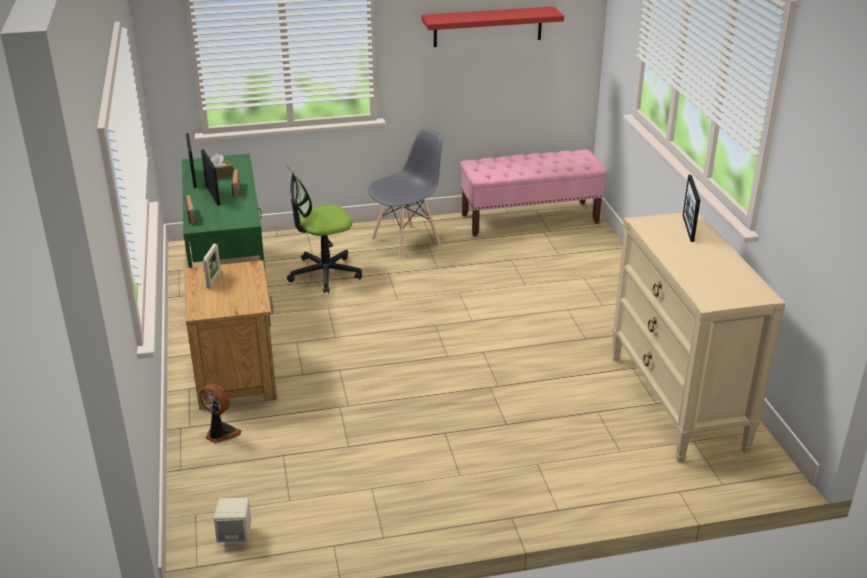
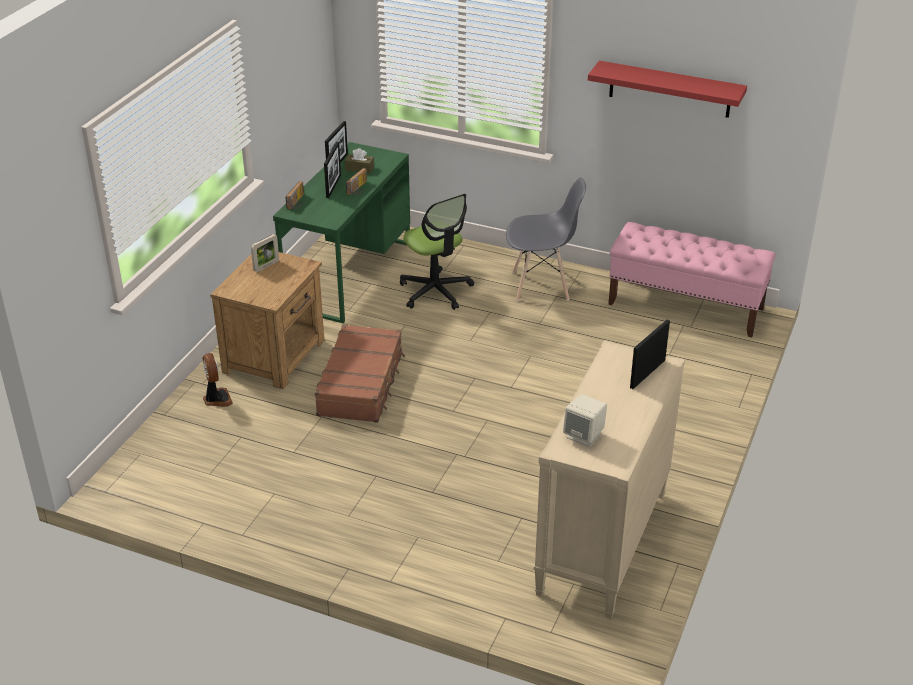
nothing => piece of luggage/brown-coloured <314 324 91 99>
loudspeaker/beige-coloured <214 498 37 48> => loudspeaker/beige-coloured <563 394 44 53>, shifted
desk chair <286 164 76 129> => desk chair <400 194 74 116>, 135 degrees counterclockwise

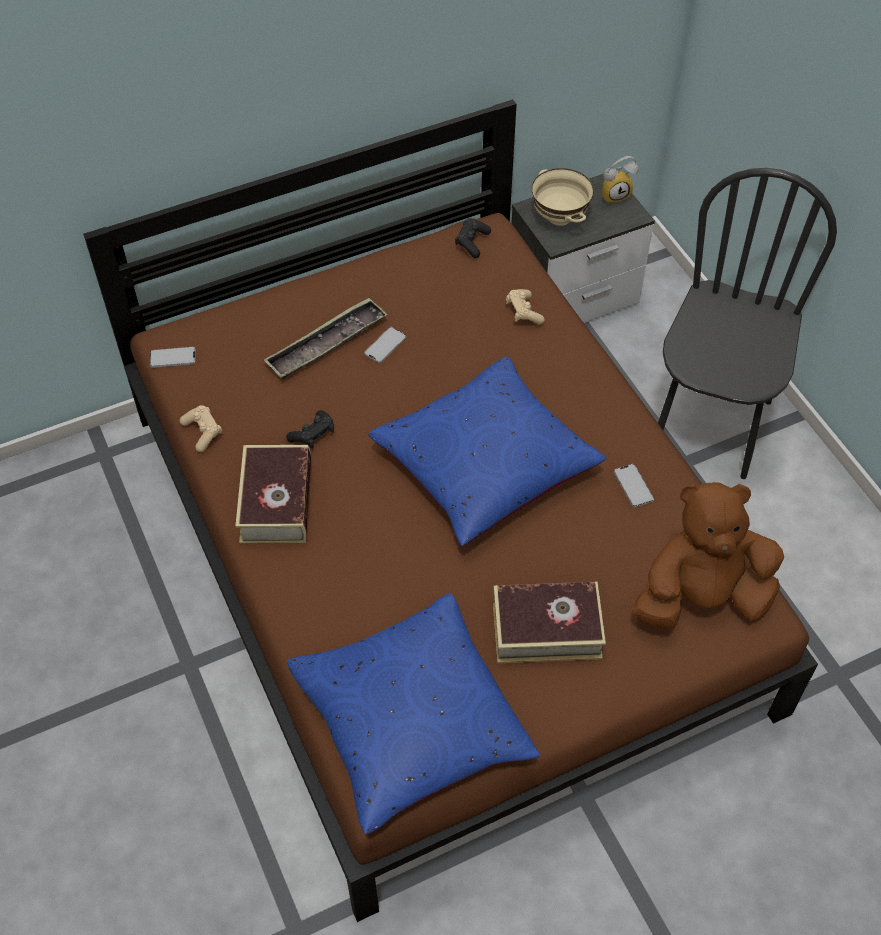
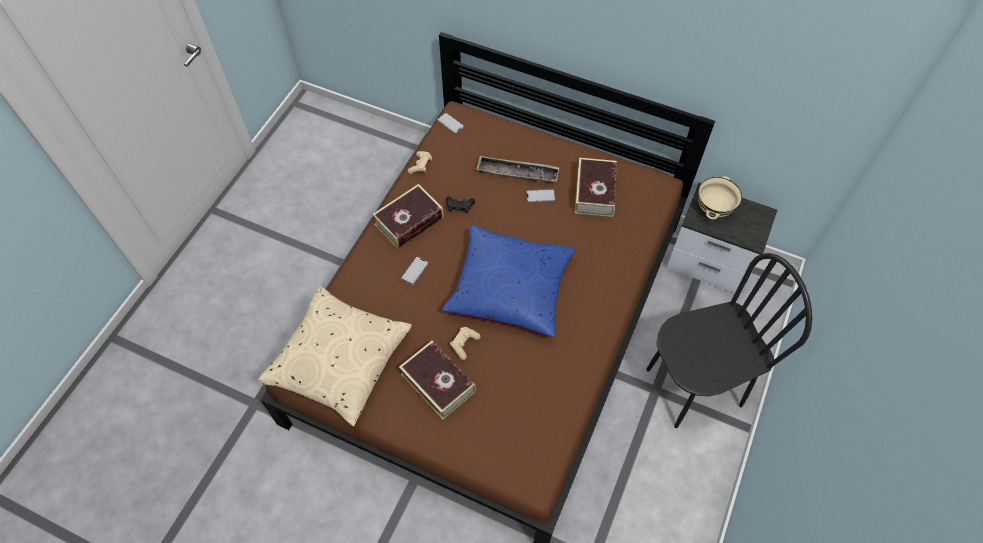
gamepad/black-coloured <455 218 36 40> => nothing
table clock <602 156 37 47> => nothing
plush toy/brown-coloured <633 482 151 147> => nothing
nothing => book <574 158 43 59>
gamepad/beige-coloured <506 289 38 36> => gamepad/beige-coloured <450 327 31 33>, shifted
phone <614 464 40 43> => phone <401 257 27 28>, shifted
throw pillow/bluish <287 593 253 241> => throw pillow/beige-coloured <258 286 154 140>

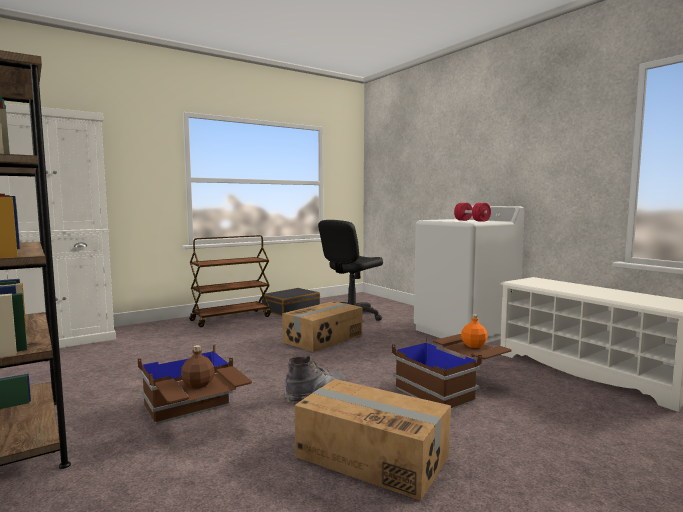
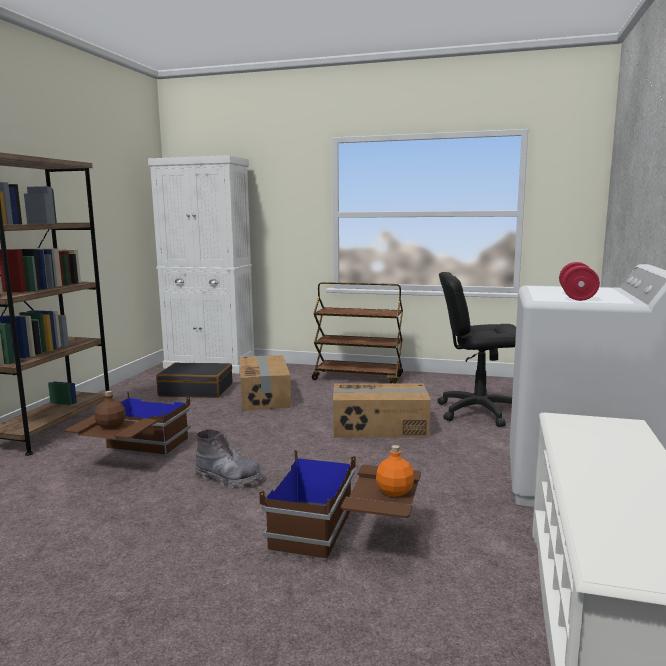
piece of luggage/black-coloured <262 288 58 28> => piece of luggage/black-coloured <156 362 76 36>, shifted
packing box <294 379 157 122> => packing box <240 355 51 56>, shifted

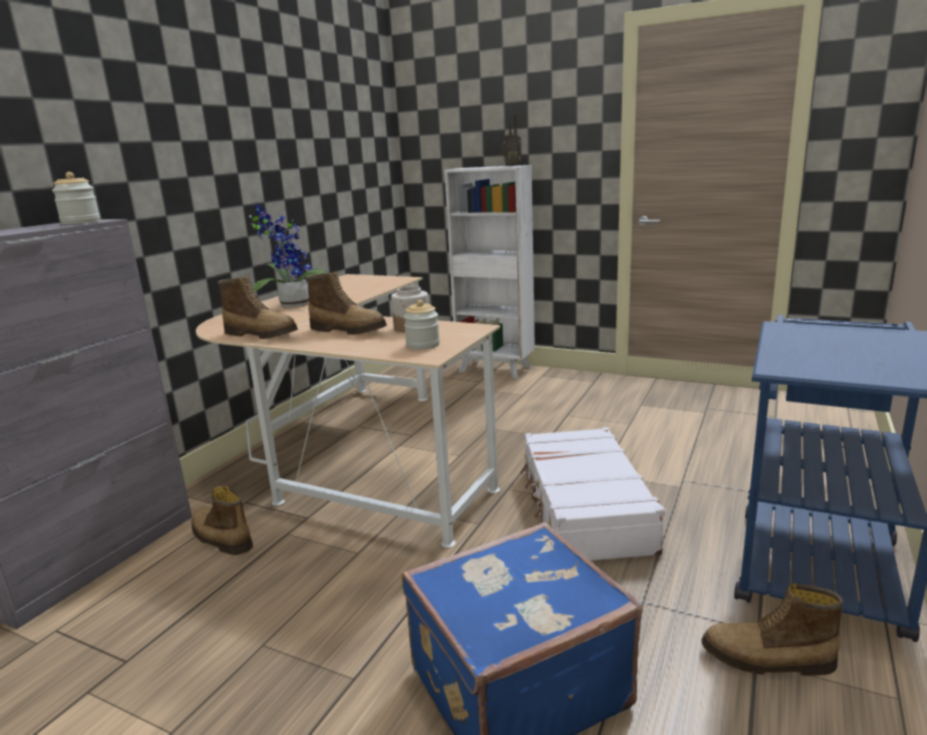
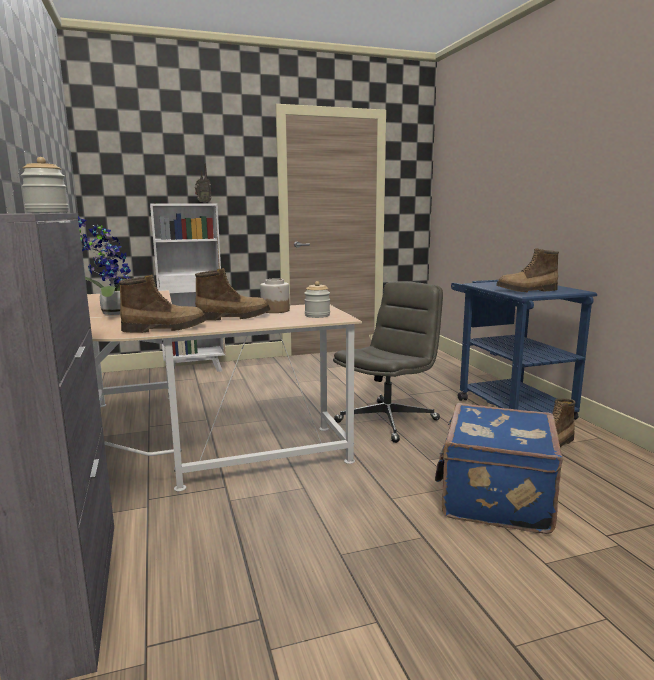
boot <192 486 61 69> => boot <496 248 63 44>, shifted
piece of luggage/whitish <520 427 145 134> => desk chair/gray <333 281 110 162>

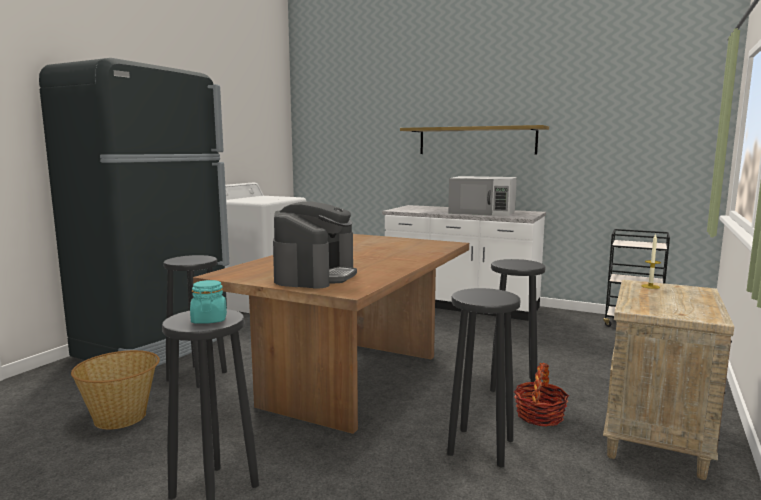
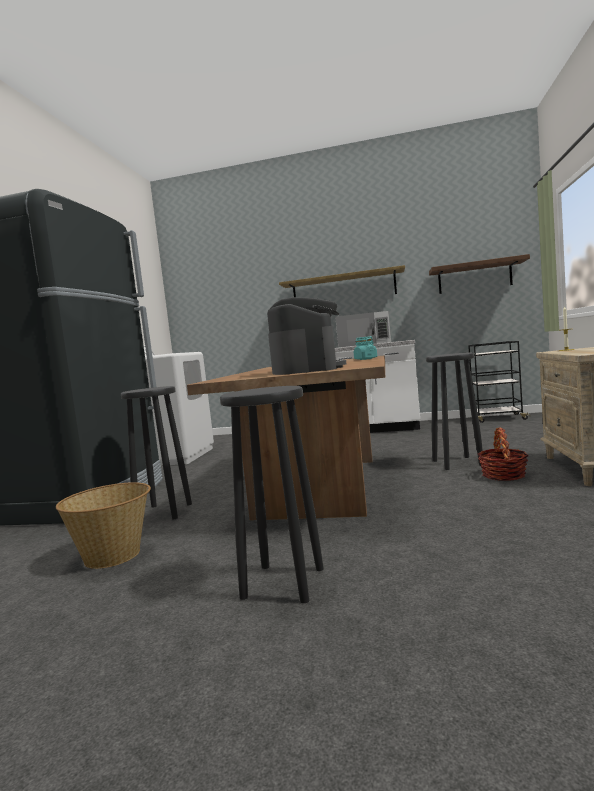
stool/black-coloured <447 288 74 179> => nothing
nothing => bracket shelf <429 254 101 40>
preserve jar/turquoise-coloured <190 280 37 44> => preserve jar/turquoise-coloured <354 336 23 24>, shifted

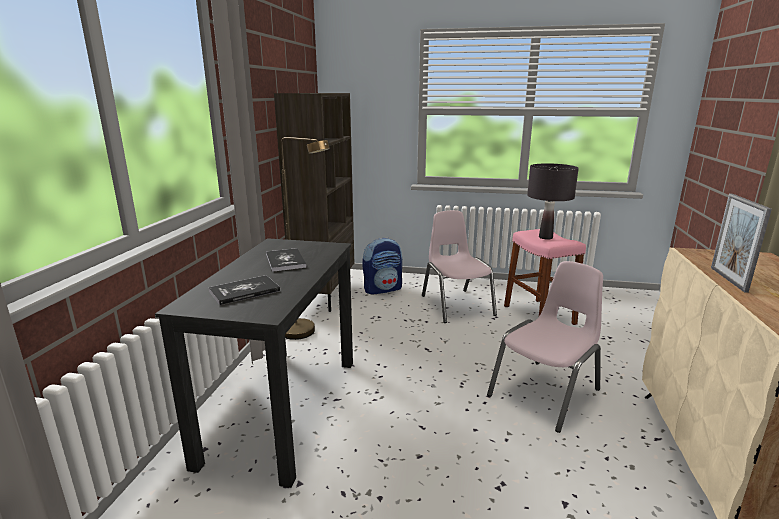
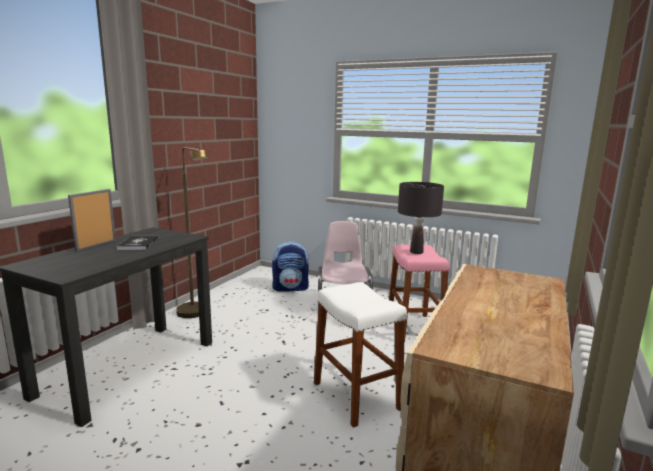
book <209 275 71 30> => nothing
bookshelf/brown-coloured <274 93 80 219> => nothing
standing frame <711 194 61 99> => standing frame <68 189 48 63>, shifted
chair/pinkish <487 261 116 172> => stool/whitish <314 282 93 146>

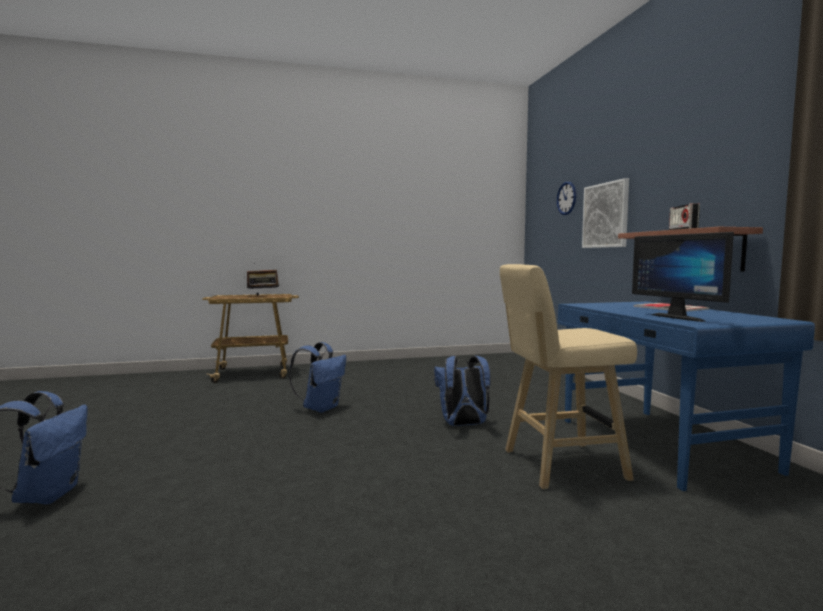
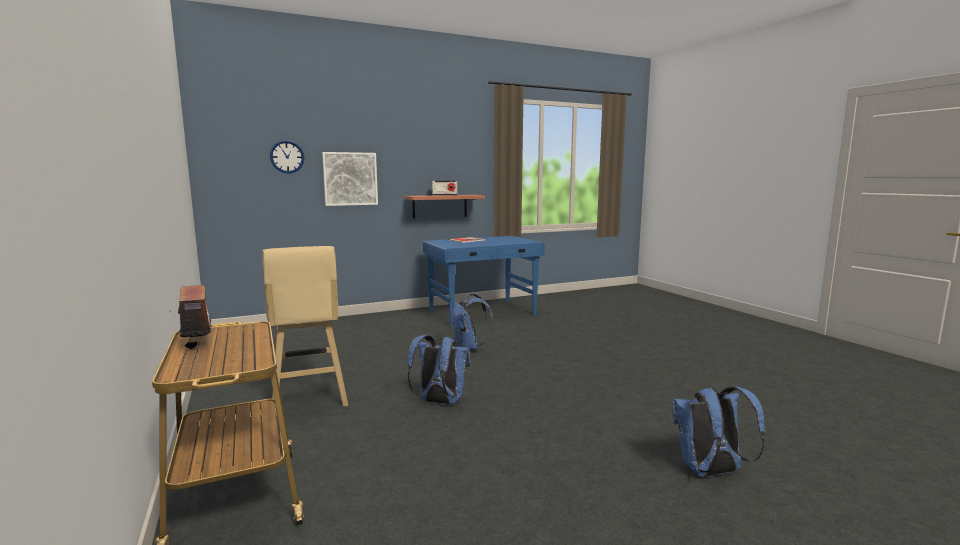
computer screen <632 232 102 90> => nothing
stool/beige-coloured <500 264 137 225> => stool/beige-coloured <262 246 86 171>, shifted

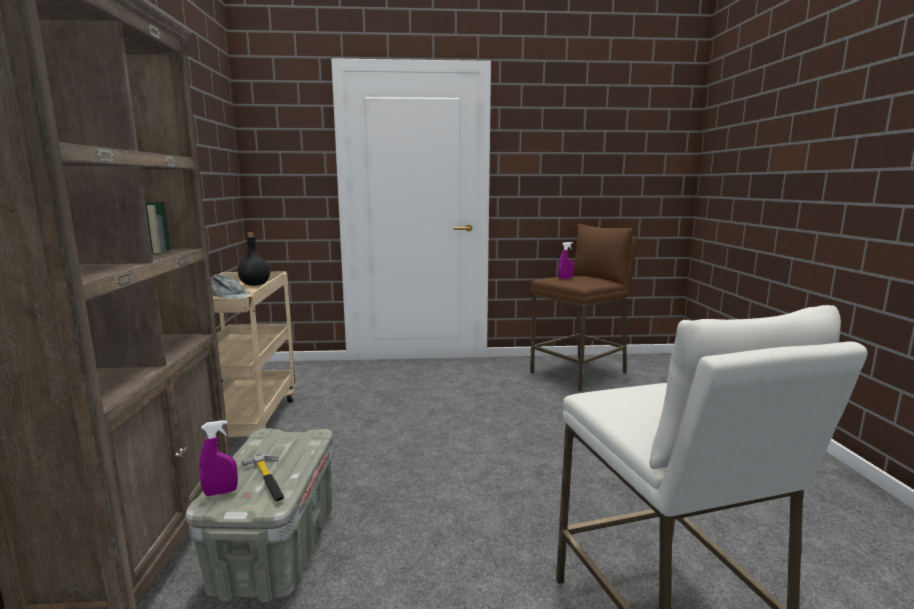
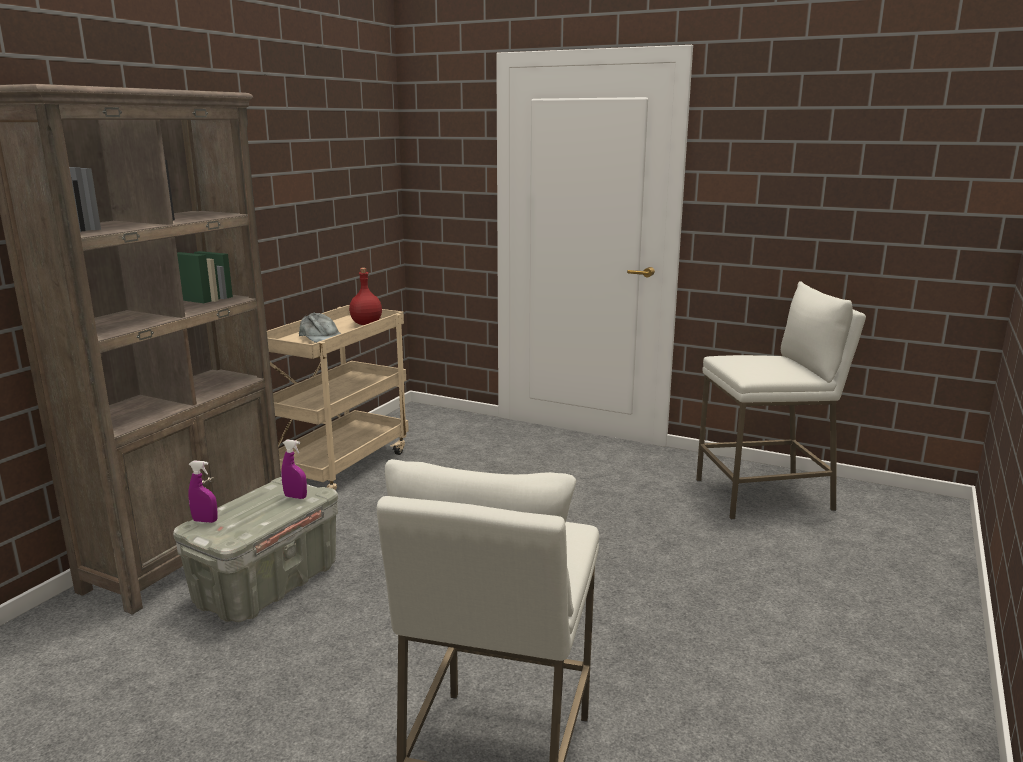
tool hammer <242 453 42 48> => nothing
hand sprayer/purple-coloured <558 242 16 37> => hand sprayer/purple-coloured <281 440 26 59>, shifted
drink bottle/black-coloured <238 232 32 54> => drink bottle/red-coloured <349 268 33 57>
stool/brown-coloured <530 224 108 167> => stool/whitish <696 281 170 238>

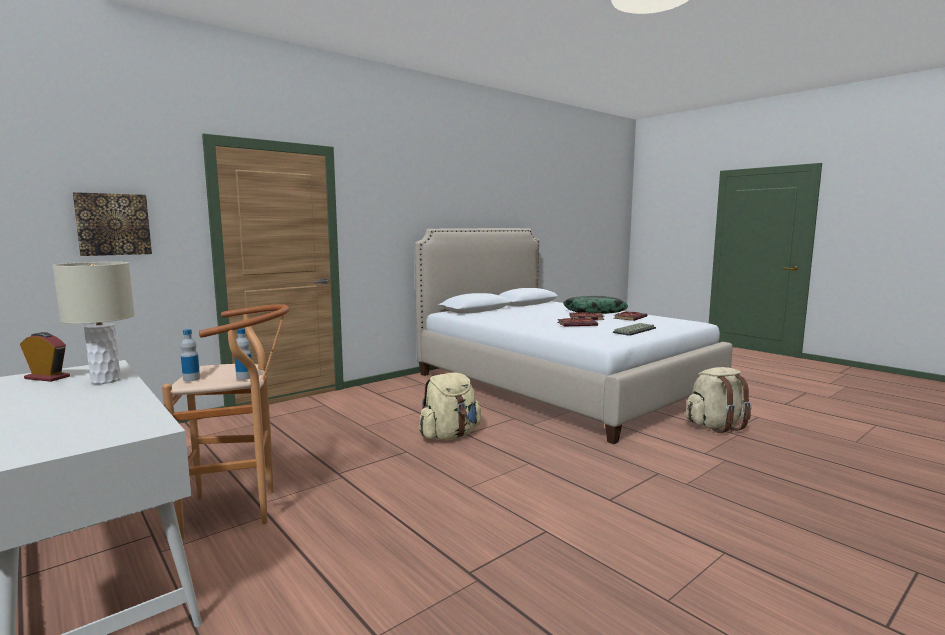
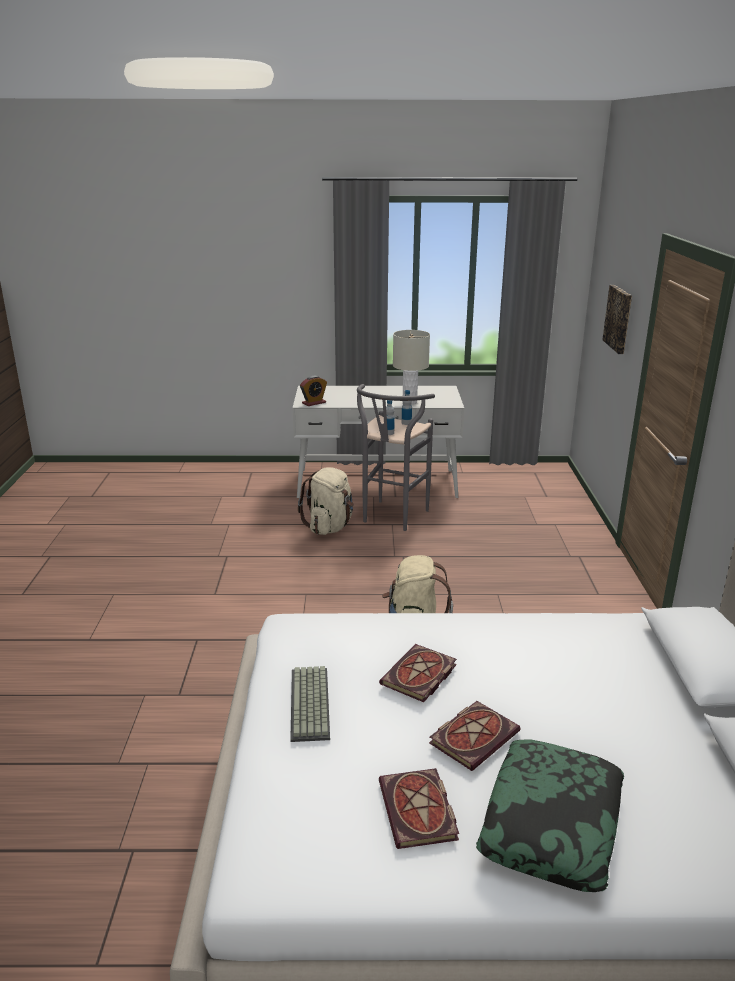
table clock <20 332 50 50> => table clock <300 376 27 30>, shifted
backpack/beige-coloured <685 367 67 66> => backpack/beige-coloured <298 467 56 68>, shifted
stool/brown-coloured <162 304 127 235> => stool/gray <357 384 78 147>

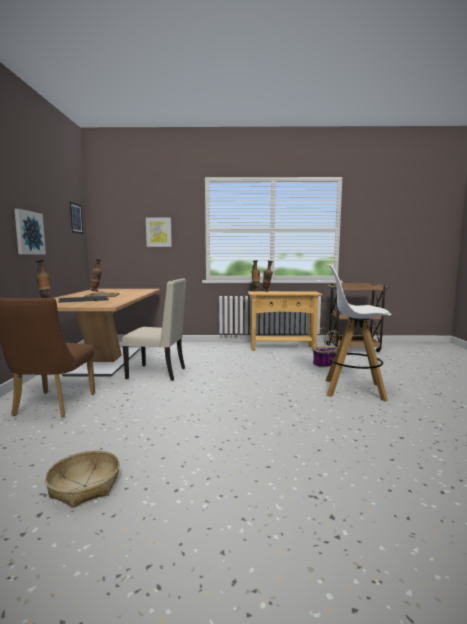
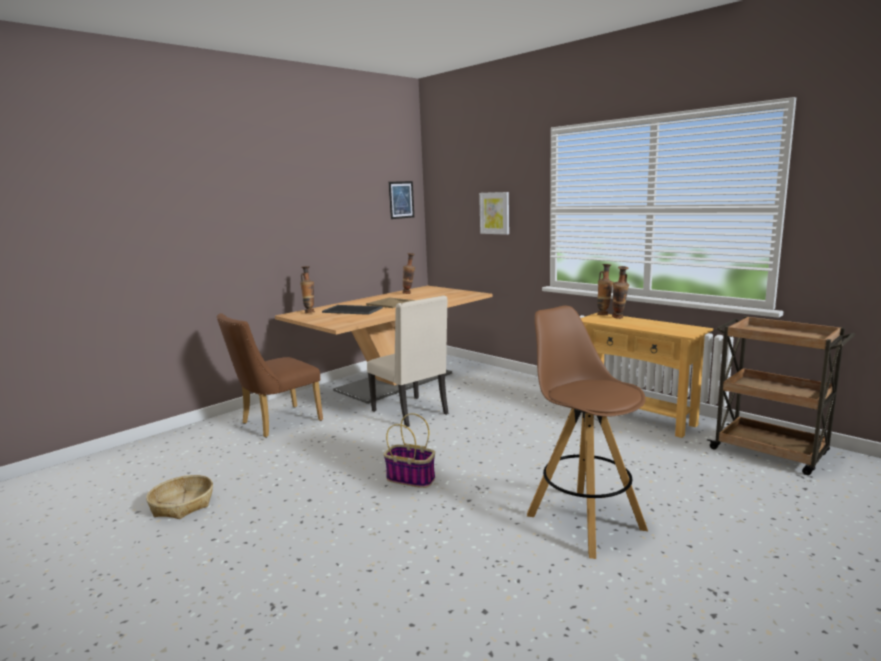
picture <14 209 32 46> => nothing
basket <313 328 27 40> => basket <384 413 51 75>, shifted
stool/whitish <325 264 67 137> => stool/brown-coloured <527 305 121 254>

